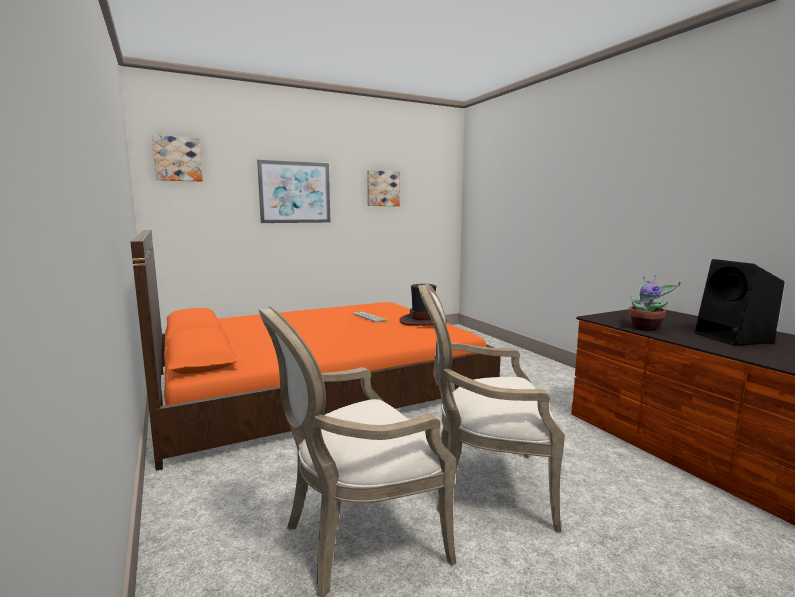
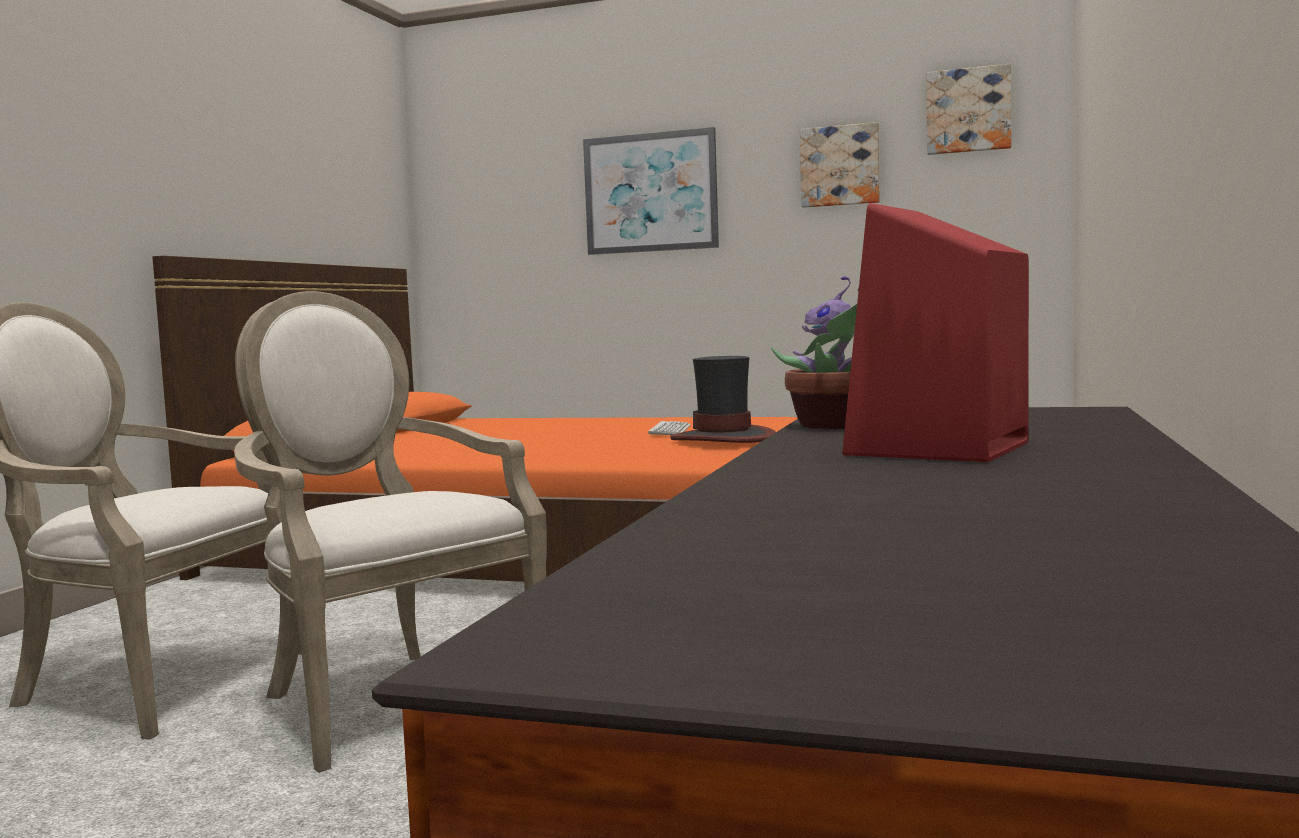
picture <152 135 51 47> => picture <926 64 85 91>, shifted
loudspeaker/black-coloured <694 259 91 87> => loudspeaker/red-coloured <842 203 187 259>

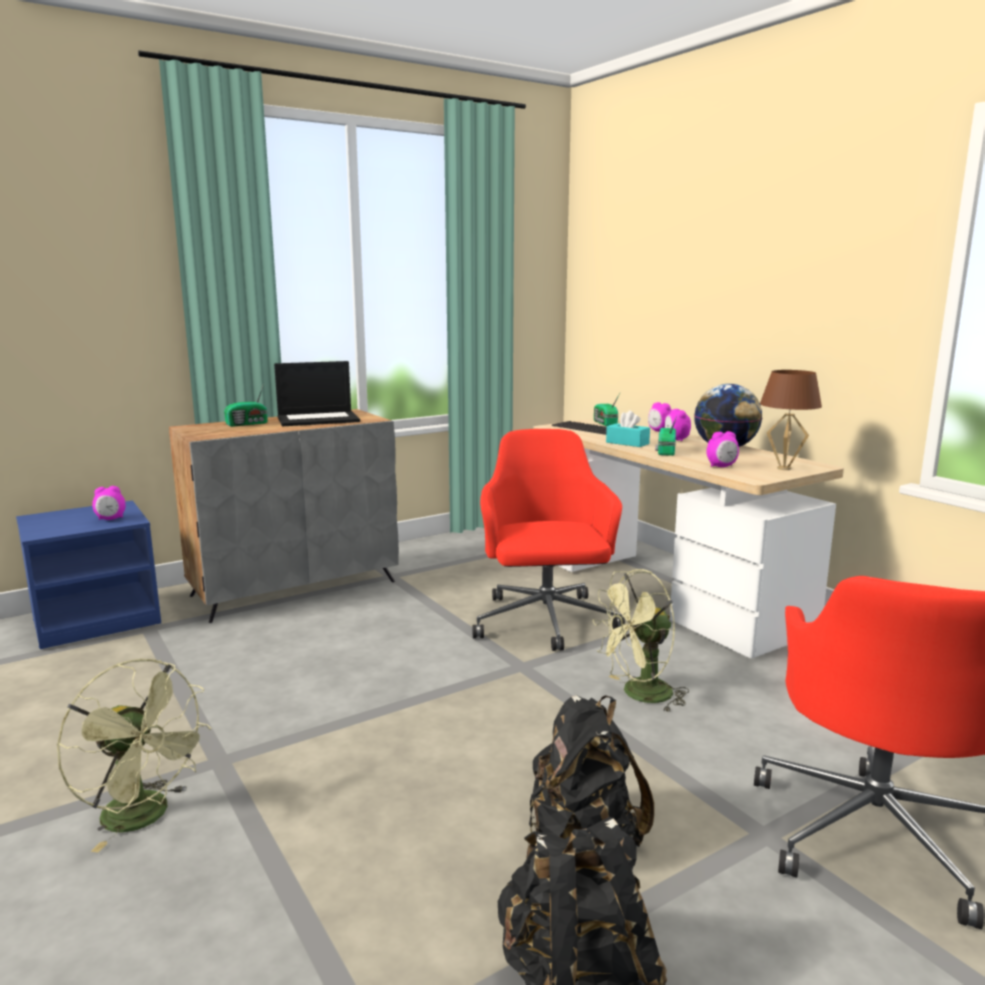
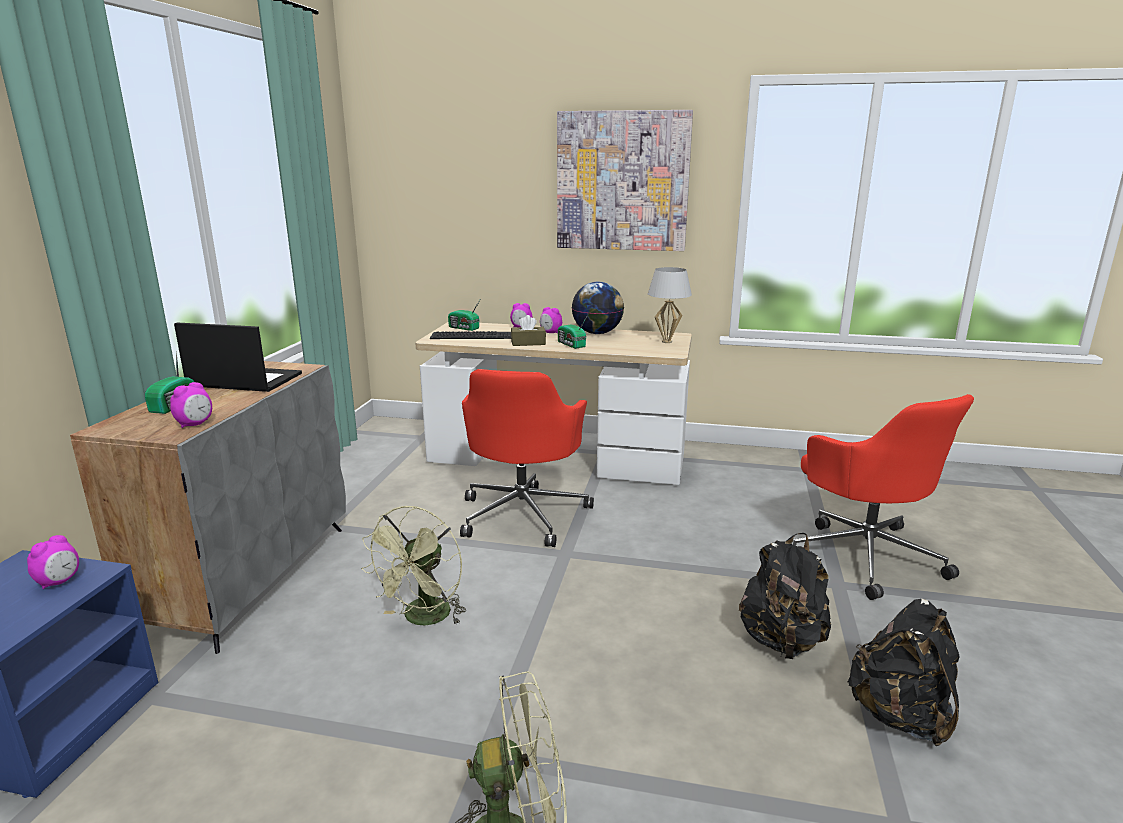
nothing => picture <557 110 136 141>
electric fan/green <593 569 96 144> => electric fan/green <361 506 106 119>, shifted
table clock <706 431 33 36> => table clock <170 382 42 46>, shifted
tissue box/turquoise-coloured <606 410 44 37> => tissue box/brown-coloured <511 315 35 31>
table lamp/brown-coloured <760 370 62 100> => table lamp/whitish <648 267 44 76>
notebook computer <274 361 86 65> => notebook computer <174 323 128 69>, 105 degrees counterclockwise
desk chair/red-coloured <472 429 153 222> => desk chair/red-coloured <460 369 134 178>, 120 degrees counterclockwise

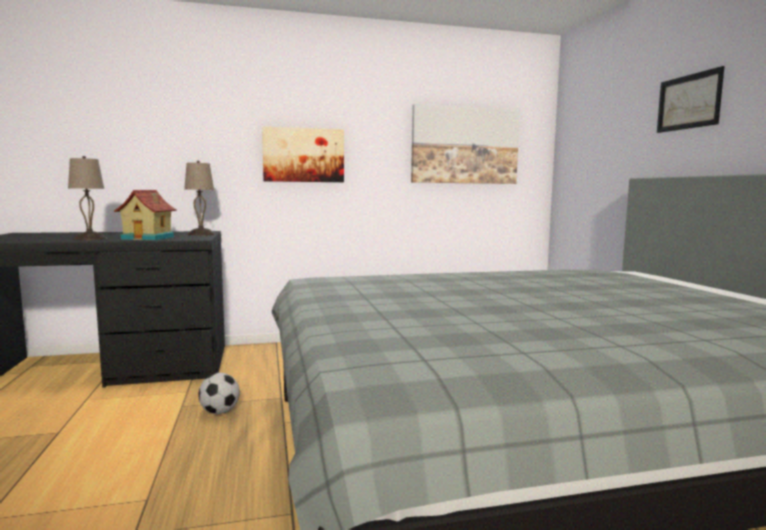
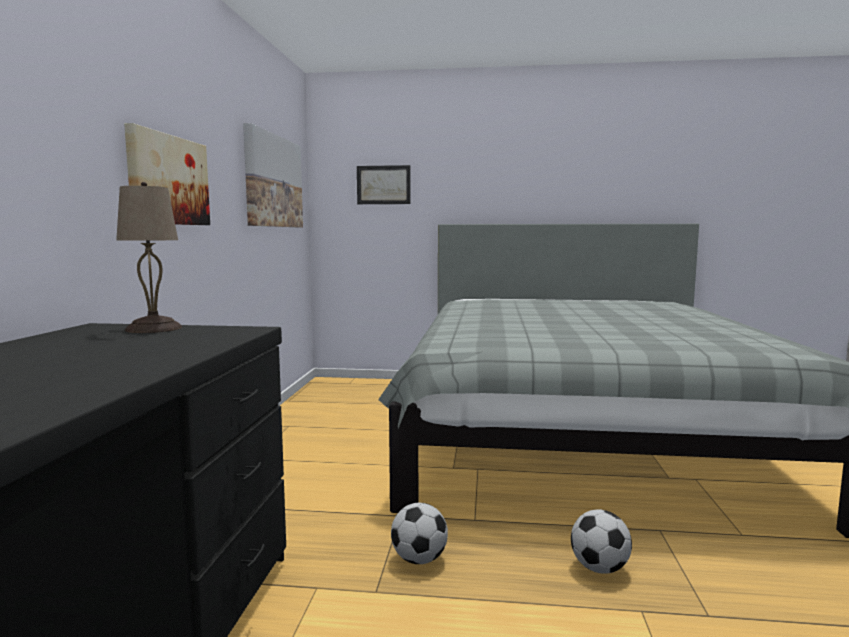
table lamp/beige-coloured <68 156 39 84> => nothing
model house <114 190 63 50> => nothing
nothing => ball for football <571 509 61 65>
picture <657 66 67 67> => picture <357 165 54 39>, shifted

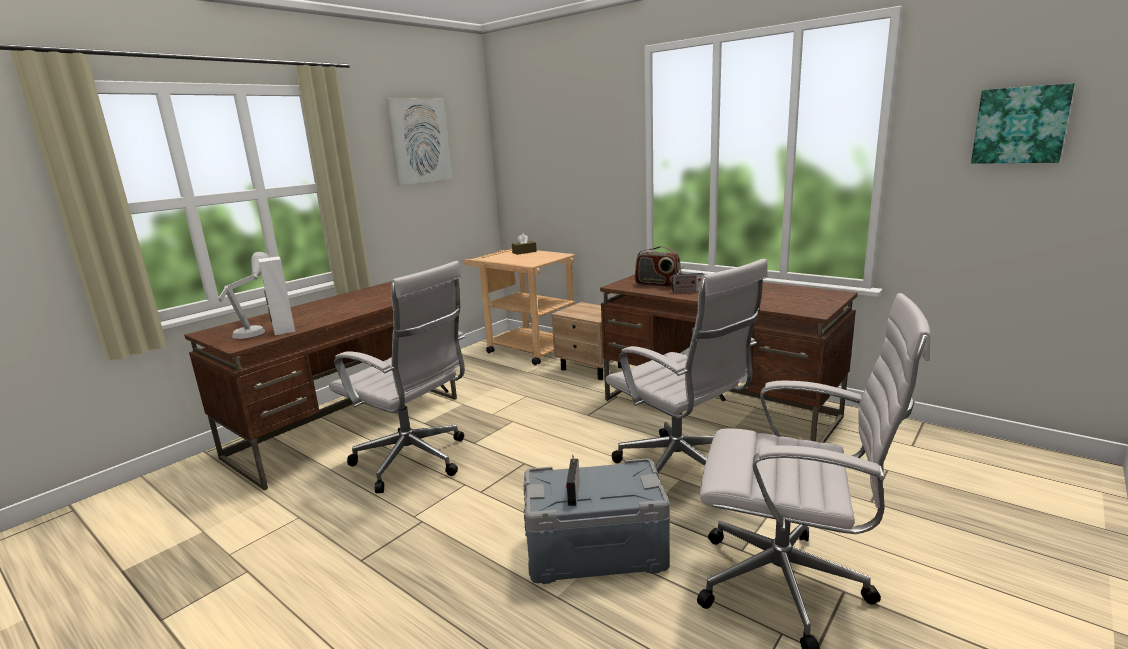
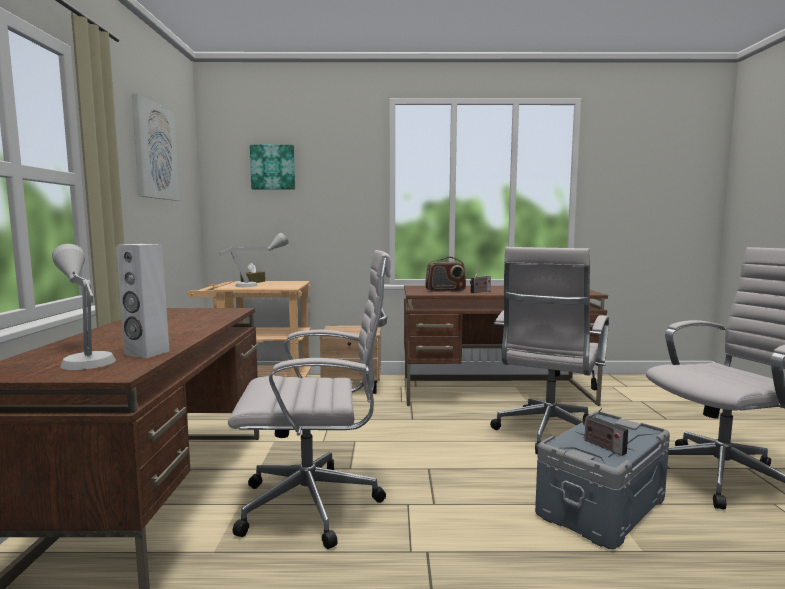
nothing => table lamp/gray <219 233 70 54>
picture <971 83 104 81> => picture <250 145 45 44>, shifted
desk chair/whitish <606 259 162 214> => desk chair/whitish <490 247 119 207>, 105 degrees clockwise

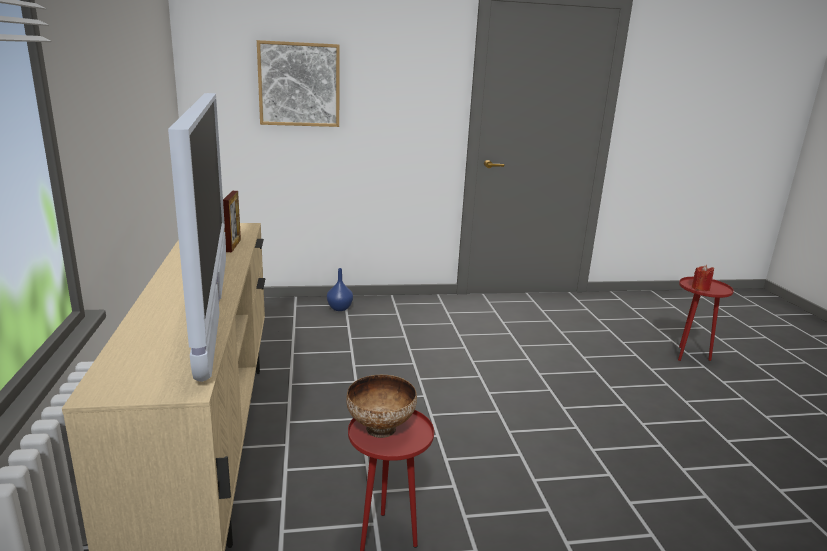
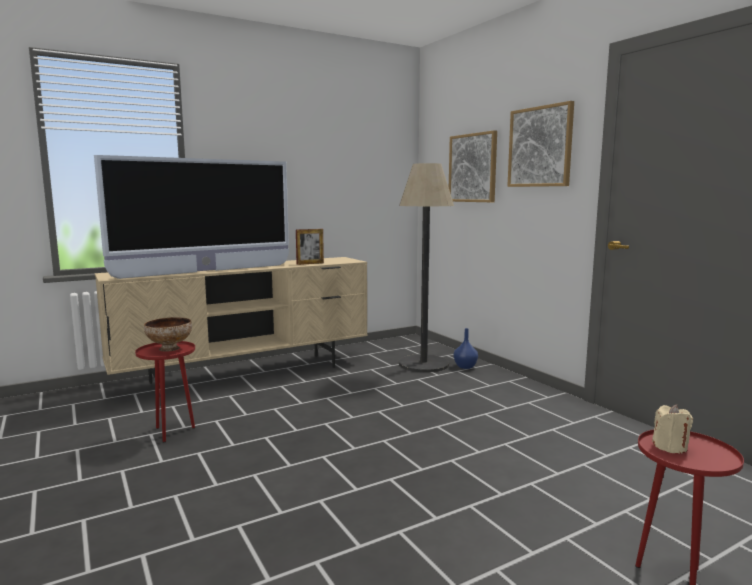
nothing => standing lamp <399 163 55 209>
nothing => picture <507 101 67 86>
candle/red-coloured <692 265 22 26> => candle/beige-coloured <652 405 41 49>

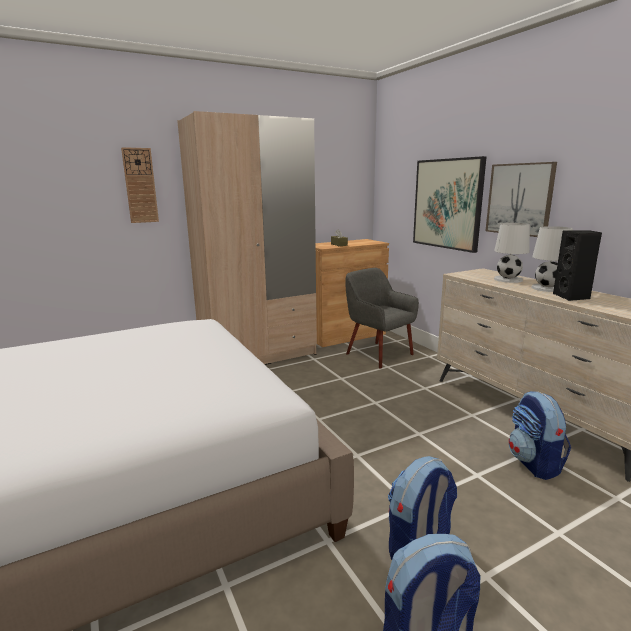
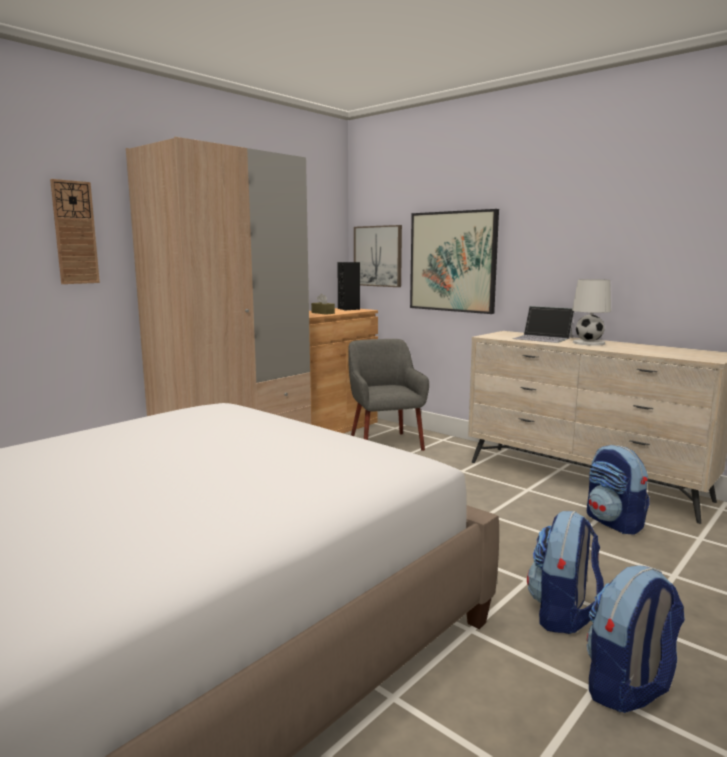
picture <486 162 71 75> => picture <354 225 48 62>, shifted
loudspeaker/black-coloured <553 230 49 71> => loudspeaker/black-coloured <338 262 22 49>, shifted
table lamp/whitish <494 223 36 60> => notebook computer <512 306 63 37>
lounge chair/gray <346 268 73 101> => lounge chair/gray <348 339 81 112>, 45 degrees clockwise

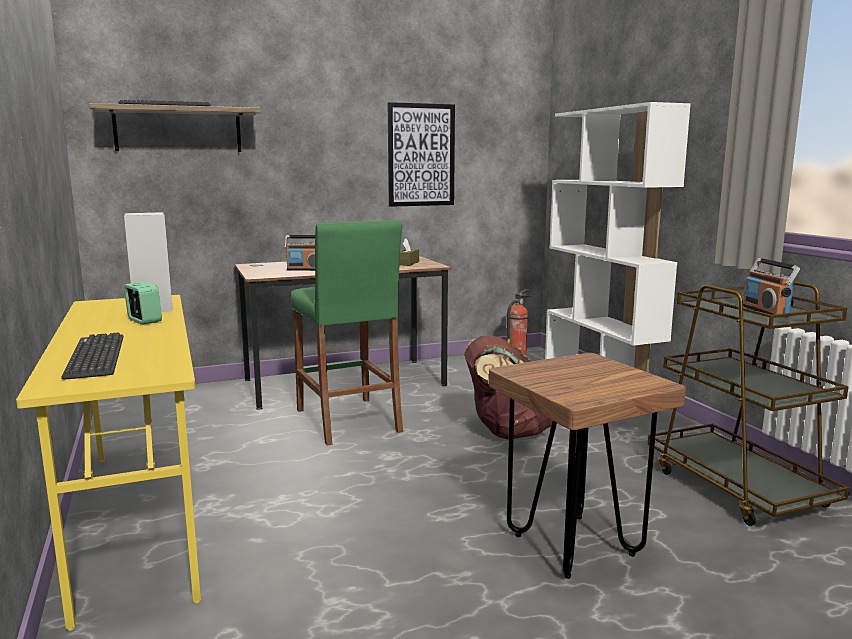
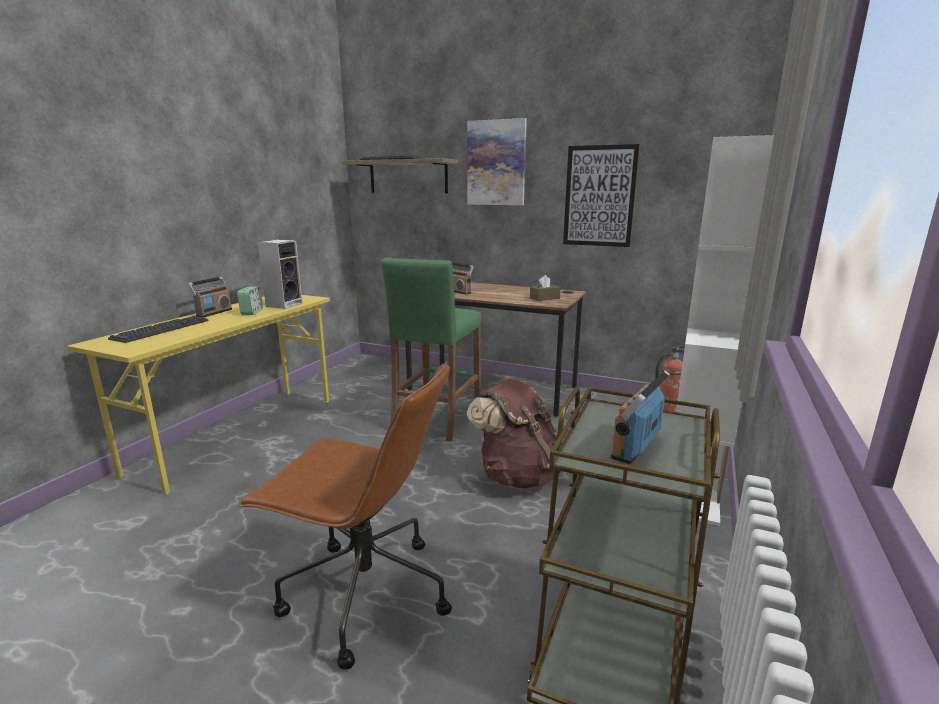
nothing => radio set <188 277 44 40>
nothing => picture <467 118 60 87>
stool/brown-coloured <489 353 197 226> => desk chair/brown-coloured <237 361 215 309>

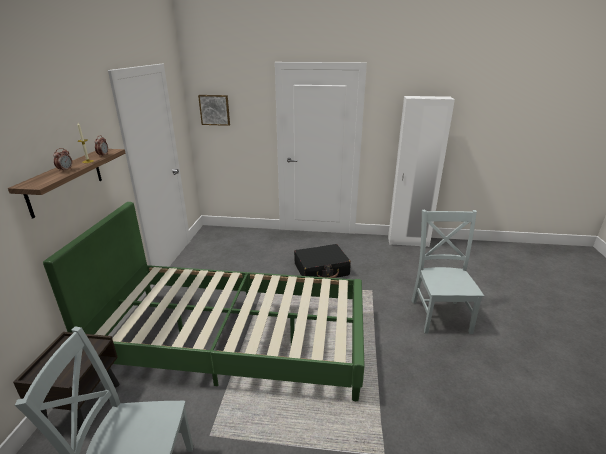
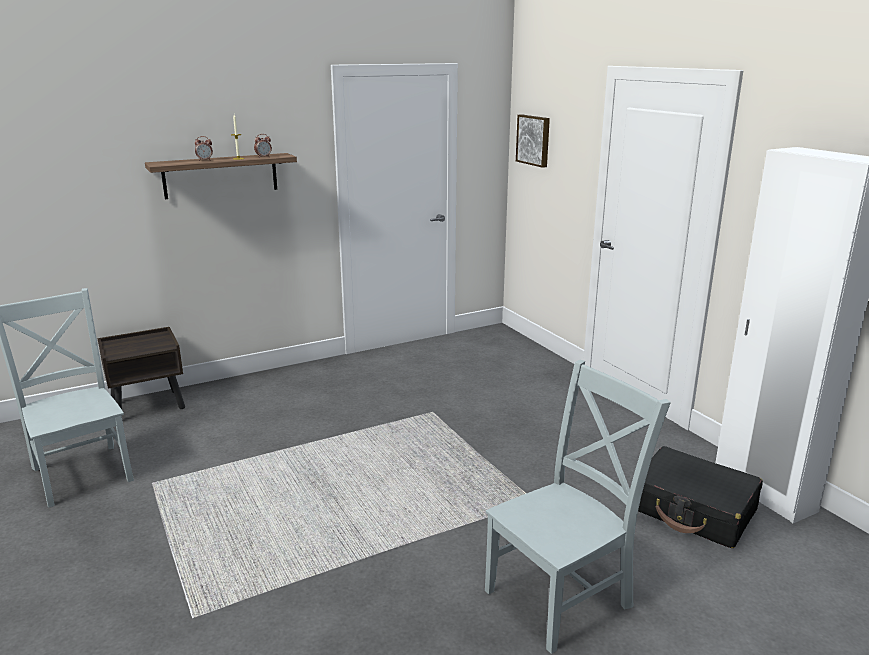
bed/green <43 202 322 199> => nothing
piece of luggage/black-coloured <294 244 57 34> => piece of luggage/black-coloured <638 446 125 102>, shifted

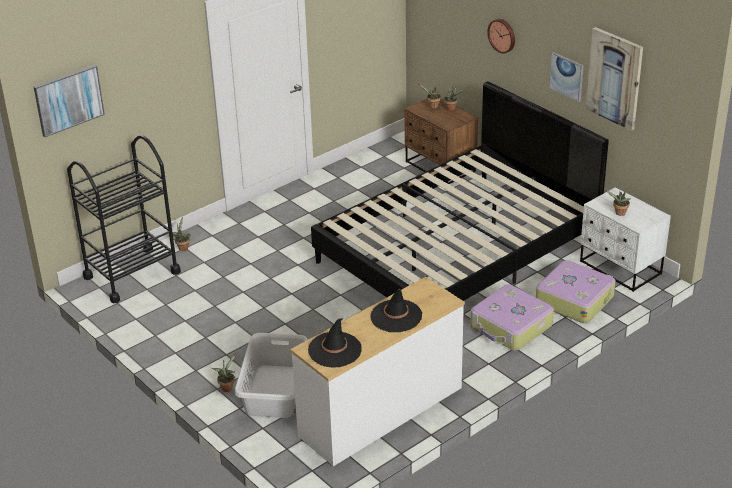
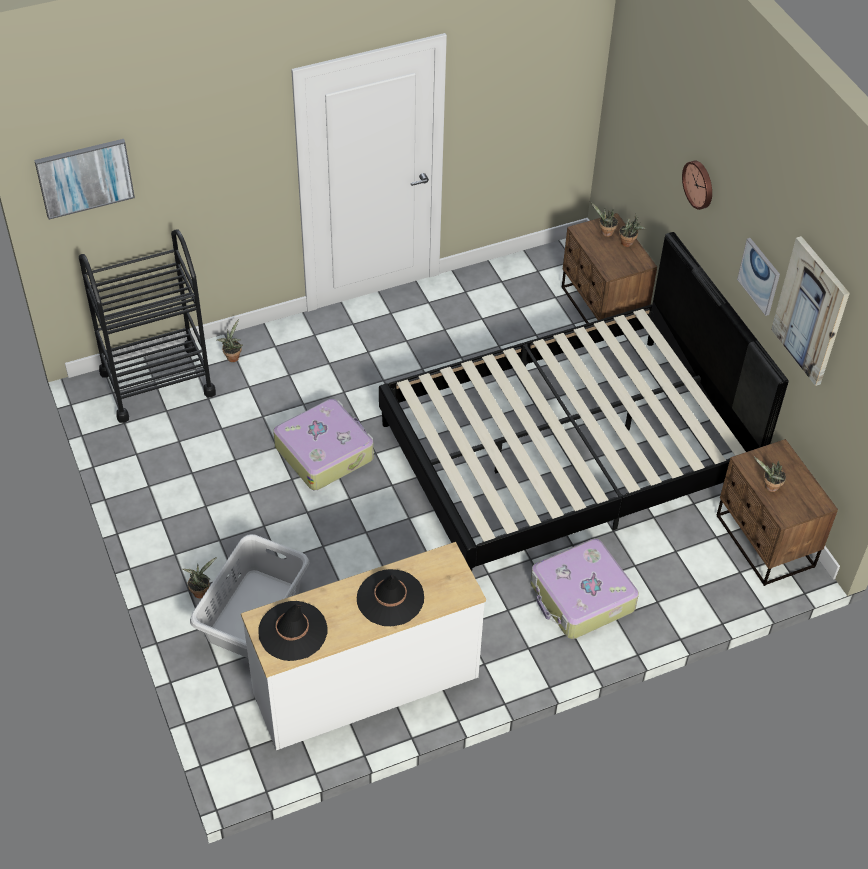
piece of luggage <536 260 79 63> => piece of luggage <273 399 101 91>, shifted
bedside table/whitish <580 187 91 105> => bedside table/brown-coloured <716 439 122 147>

